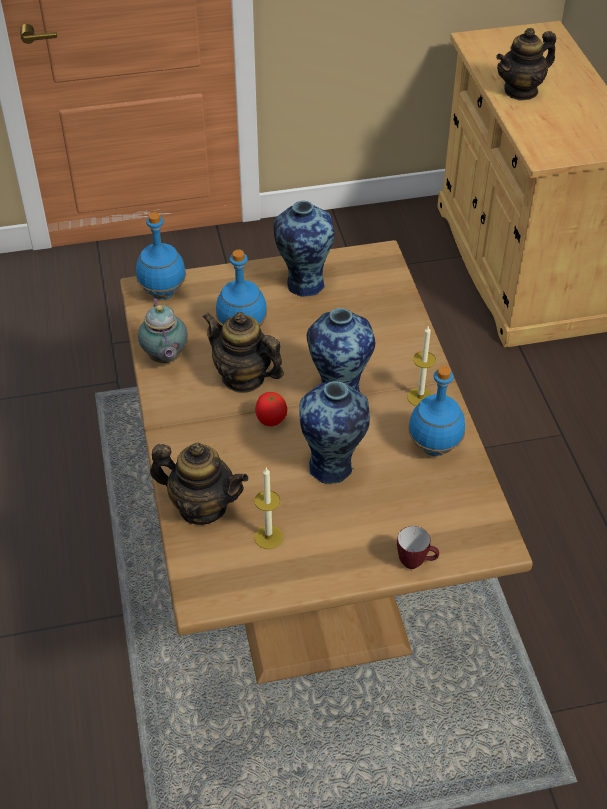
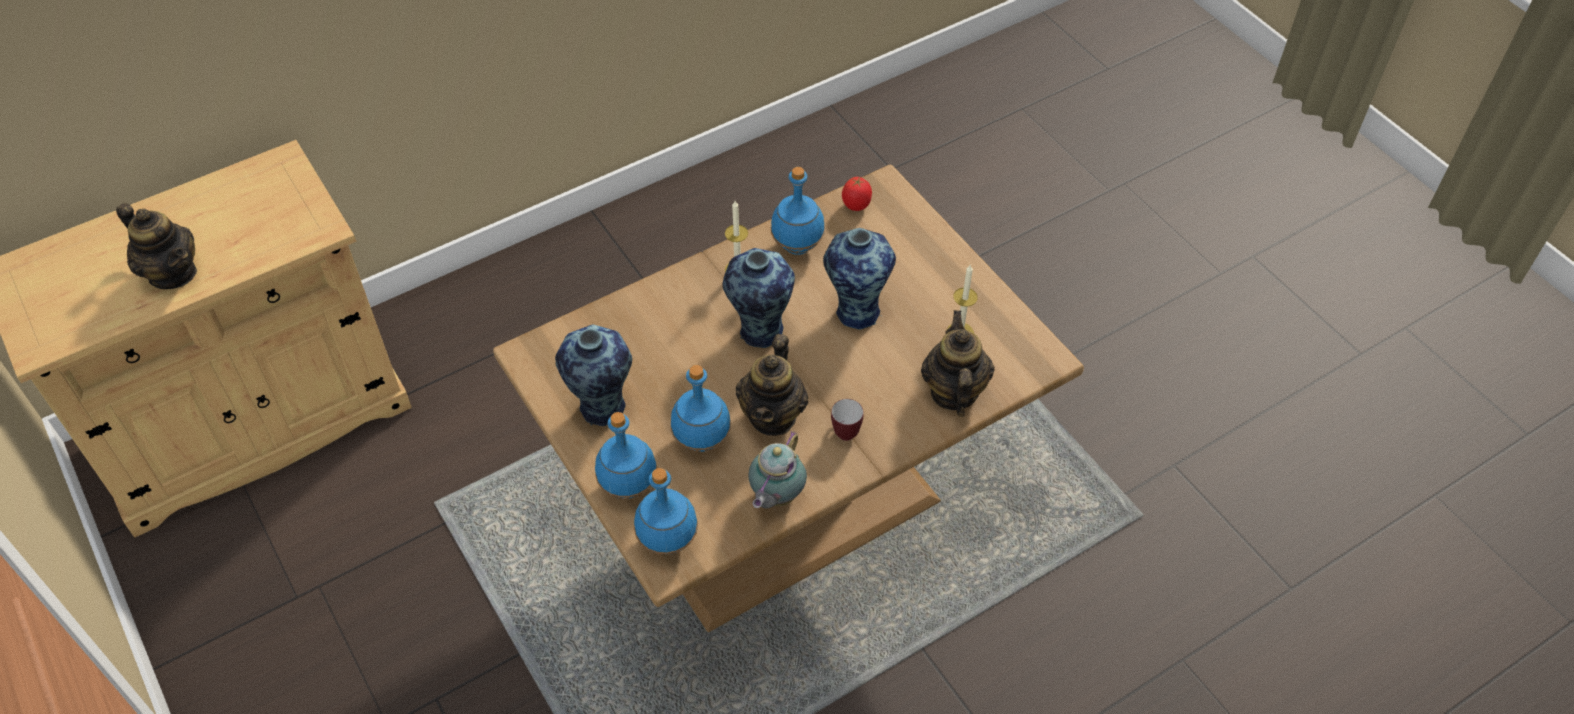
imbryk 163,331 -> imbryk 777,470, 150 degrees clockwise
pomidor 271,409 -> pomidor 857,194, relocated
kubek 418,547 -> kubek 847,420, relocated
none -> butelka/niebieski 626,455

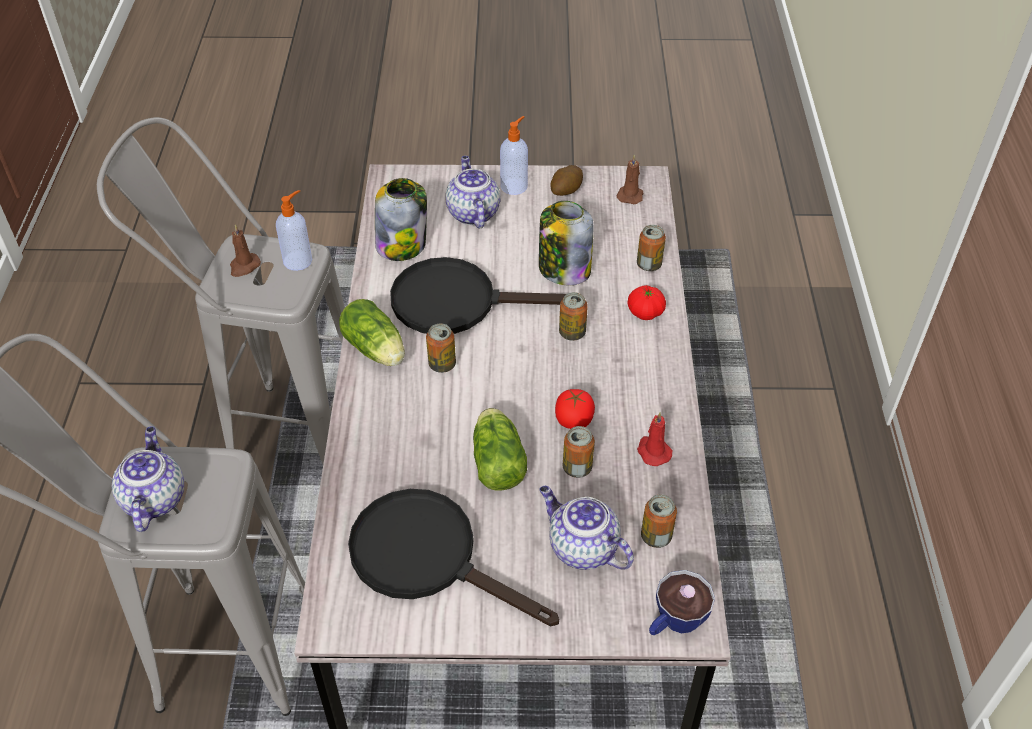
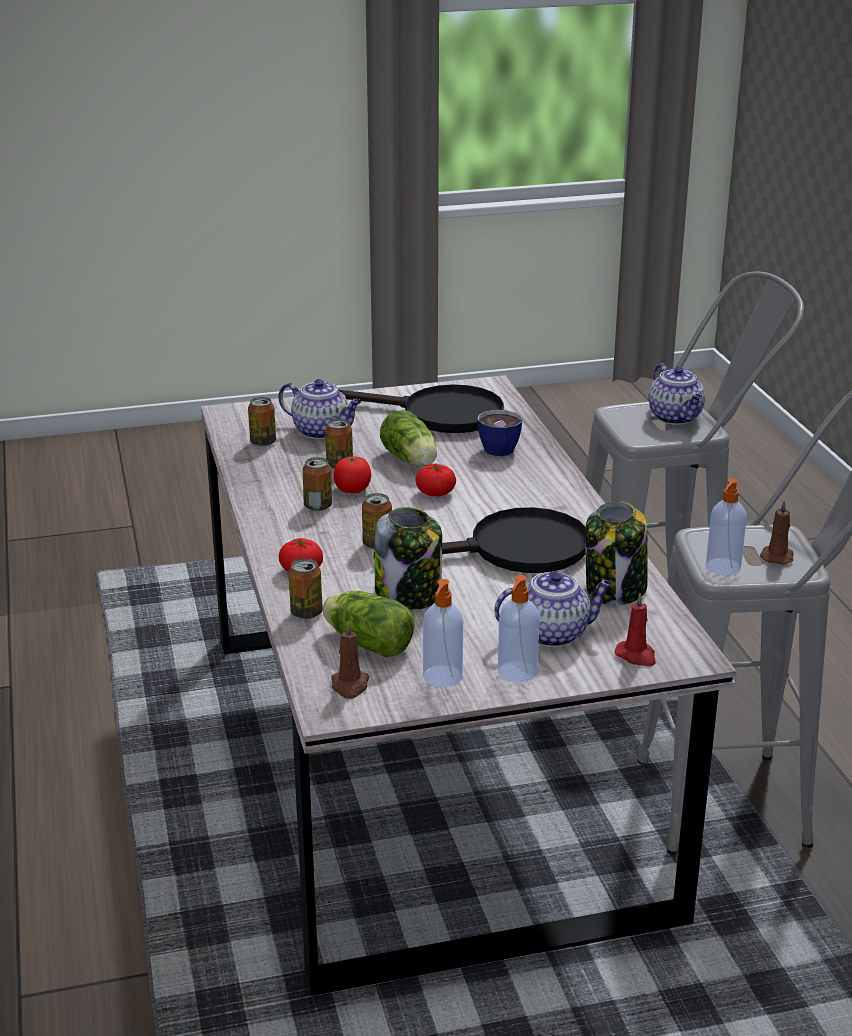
imbryk 473,192 -> imbryk 553,609, 75 degrees counterclockwise
ziemniak 567,180 -> dozownik mydła 443,633
sałata 372,332 -> sałata 368,624, relocated
puszka 441,348 -> puszka 317,484, relocated
świeca/czerwony 655,439 -> świeca/czerwony 635,629, relocated
filiżanka 682,602 -> filiżanka 500,433, relocated
none -> pomidor 435,480

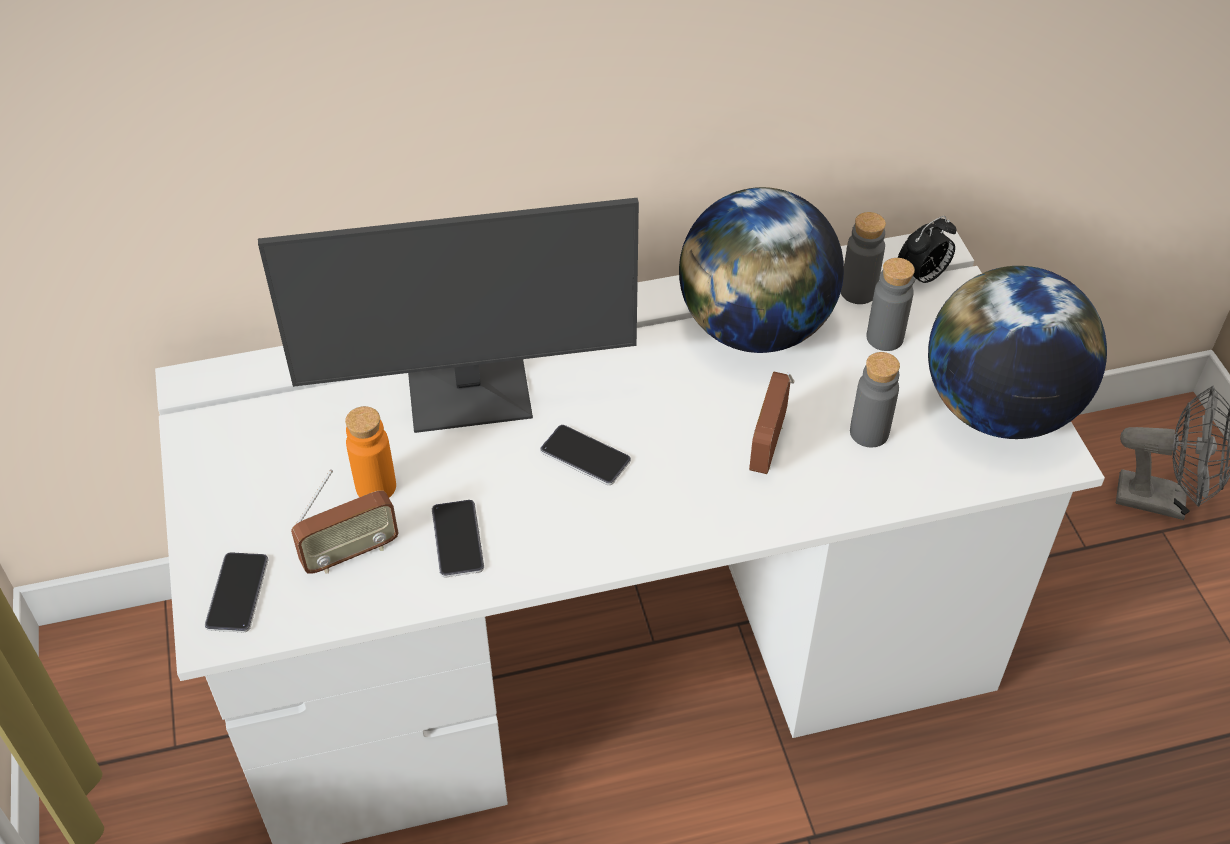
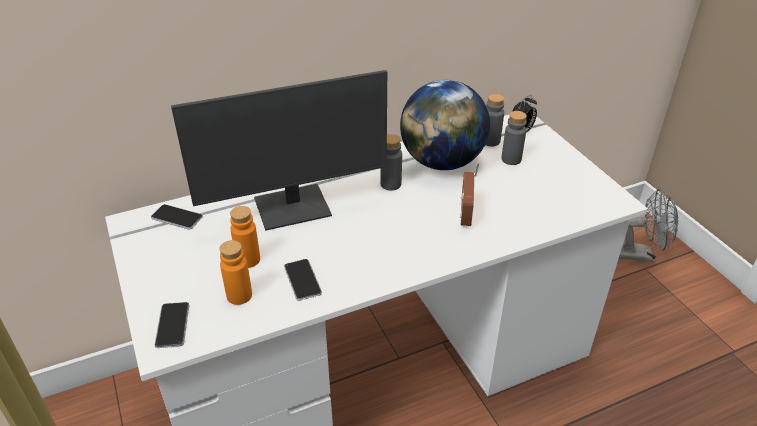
globus 1017,352 -> none
butelka/szary 875,400 -> butelka/szary 391,162, relocated
telefon 585,455 -> telefon 177,217, relocated
radio 344,521 -> butelka/pomarańczowy 236,272

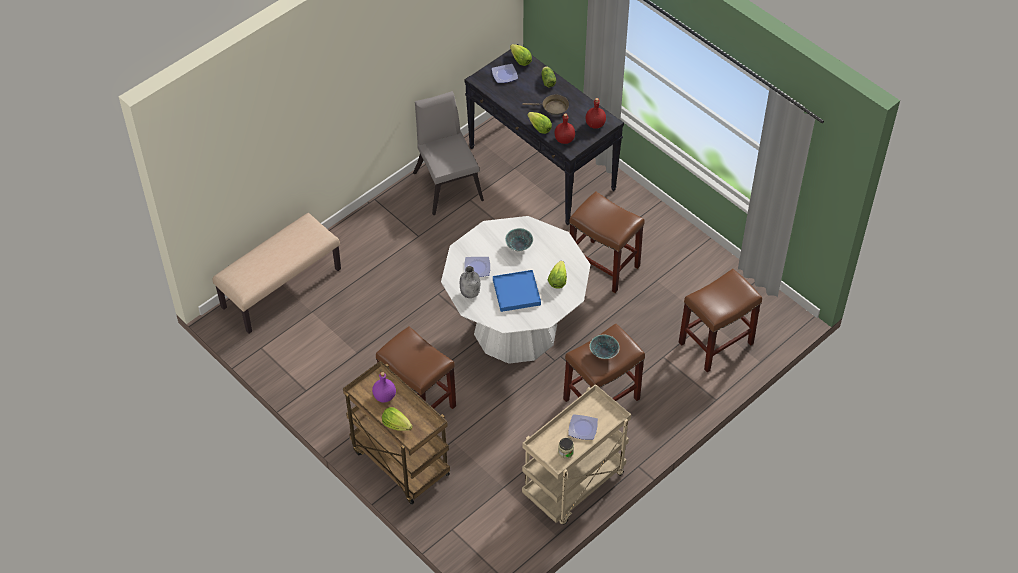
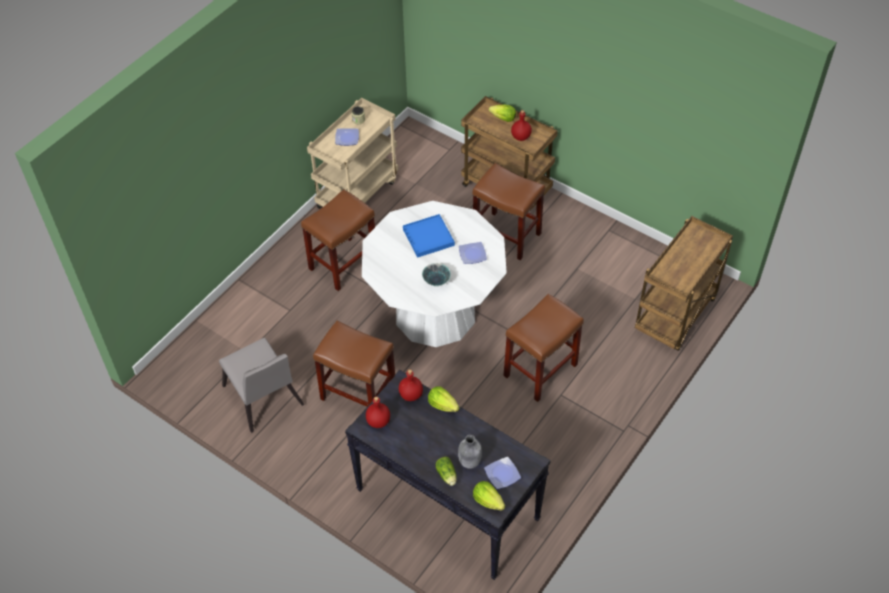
krzesło/szary 448,153 -> krzesło/szary 262,385, relocated
patelnia/brązowy 545,105 -> none
ławka/beżowy 276,273 -> wózek/brązowy 684,283
sałata 557,275 -> none
butelka/szary 470,282 -> butelka/szary 470,452, relocated
stołek/brązowy 720,321 -> stołek/brązowy 543,348, relocated
miska 605,347 -> none
butelka/fioletowy 384,387 -> butelka/czerwony 521,125

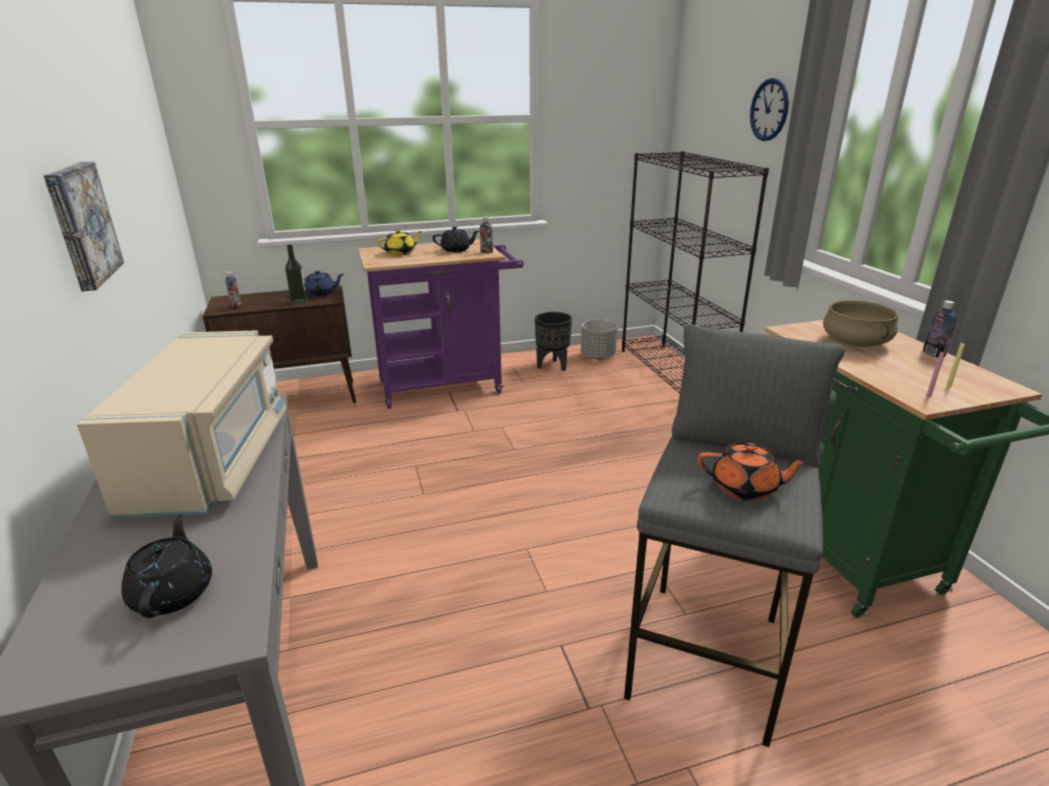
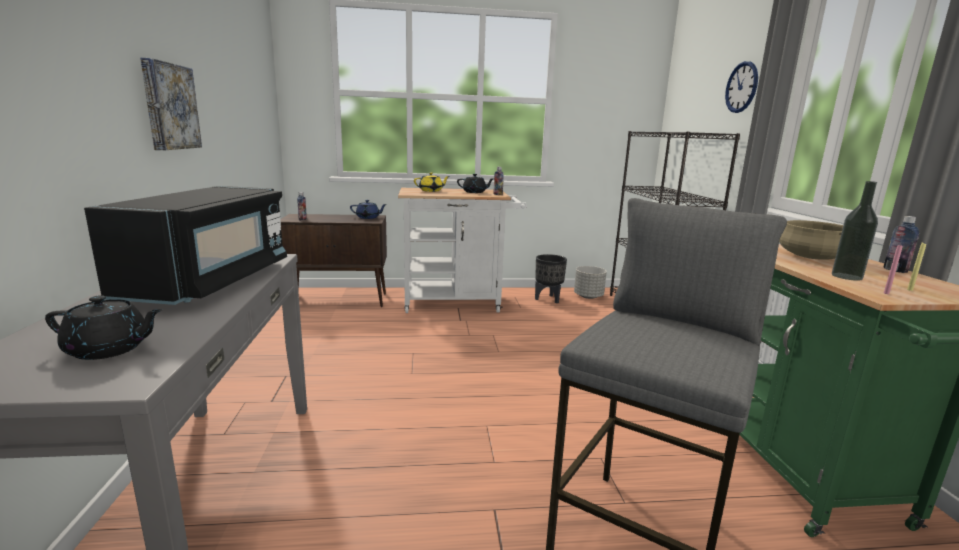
wózek/fioletowy 441,324 -> wózek/biały 462,250
butelka 296,274 -> butelka 855,231, relocated
mikrofalówka/beżowy 181,424 -> mikrofalówka/czarny 185,245
imbryk/pomarańczowy 753,471 -> none
imbryk/czarny 166,566 -> imbryk/czarny 103,327, 90 degrees clockwise

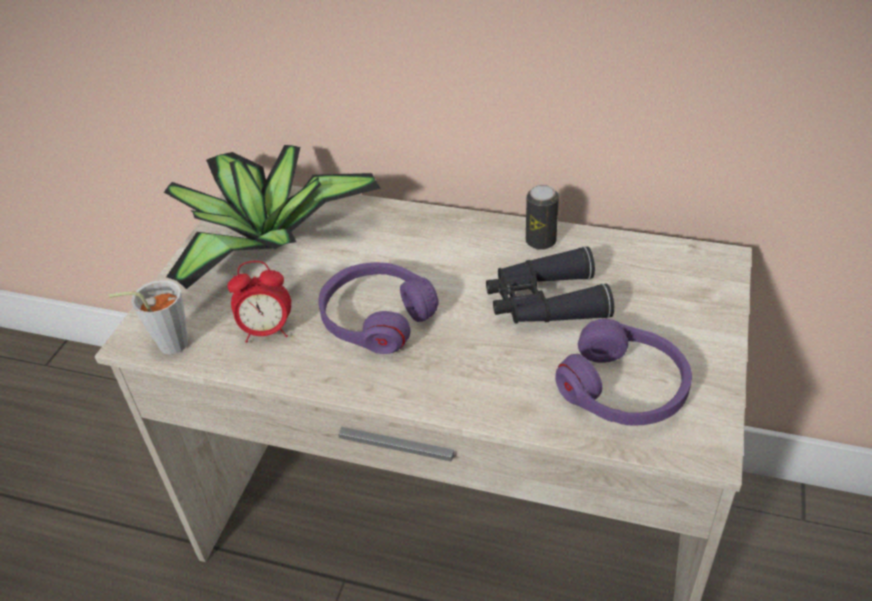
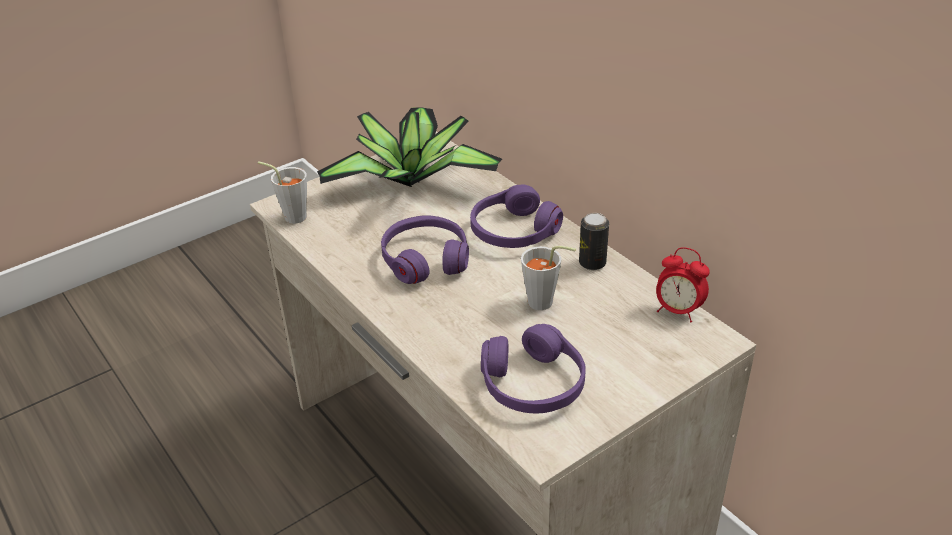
lornetka/czarny 550,285 -> filiżanka/szary 548,278
budzik 259,302 -> budzik 683,284, relocated
none -> słuchawki/fioletowy 516,216

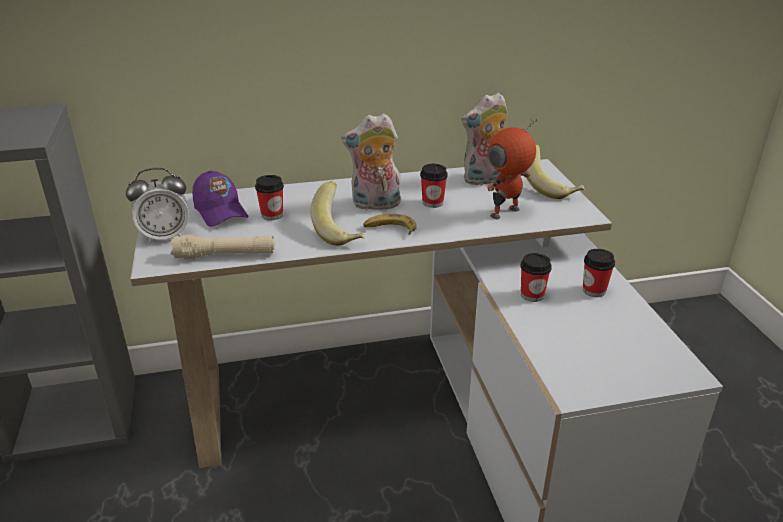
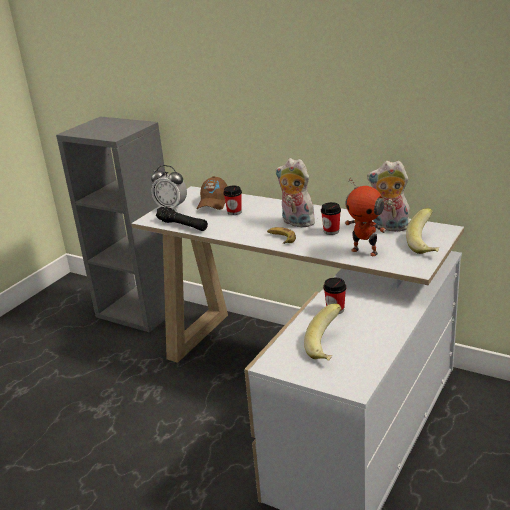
robot zabawkowy 512,168 -> robot zabawkowy 365,216, 150 degrees counterclockwise
czapka z daszkiem/fioletowy 221,198 -> czapka z daszkiem/brązowy 212,193
banan 338,213 -> banan 323,332, relocated
latarka/beżowy 222,247 -> latarka/czarny 182,219
filiżanka 599,273 -> none

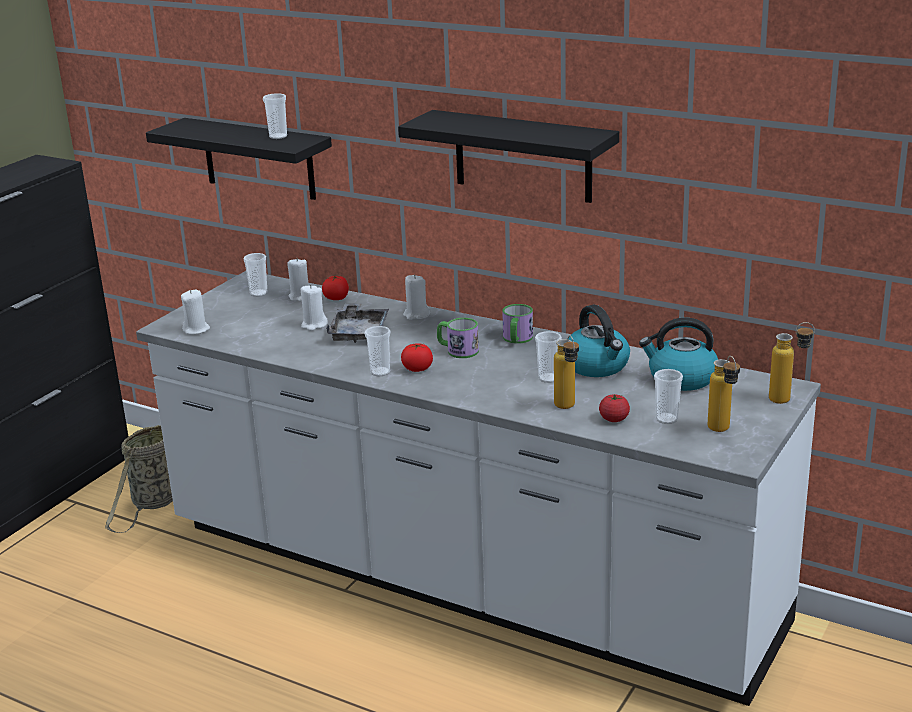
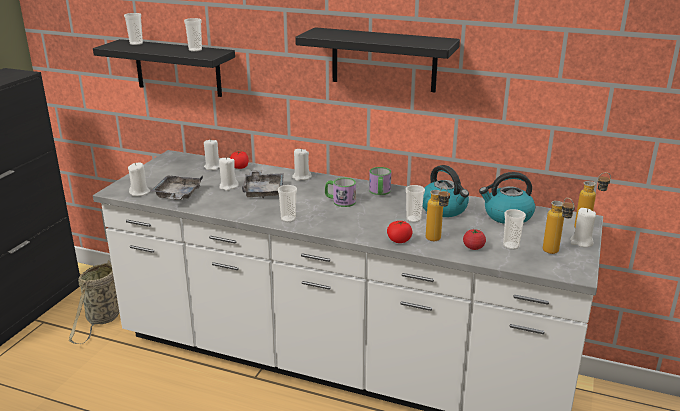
filiżanka 255,275 -> filiżanka 133,29, relocated
pomidor 417,357 -> pomidor 399,232, relocated
none -> taca/szary 177,187
none -> świeca/biały 583,227

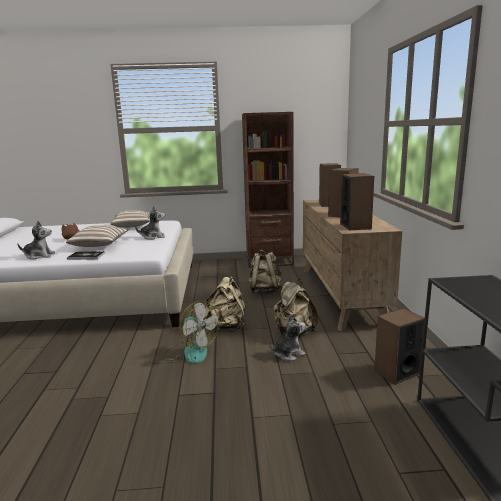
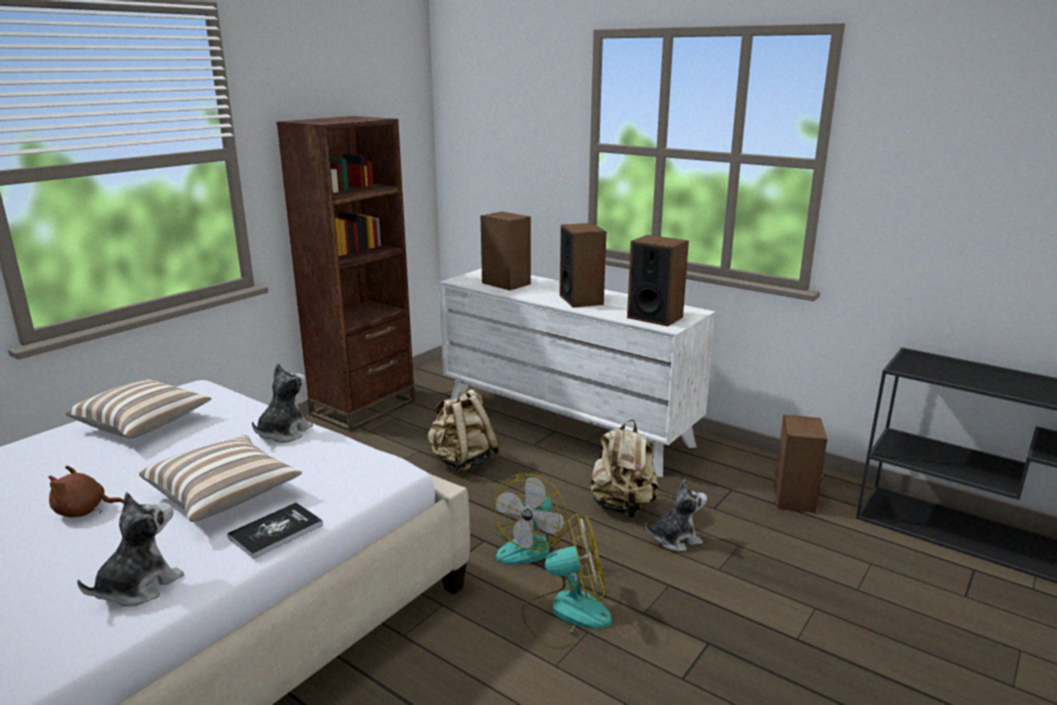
komoda/brązowy 352,265 -> komoda/biały 577,372
plecak/beżowy 225,303 -> wentylator 530,519
pluszak 287,338 -> pluszak 676,515, 60 degrees clockwise

